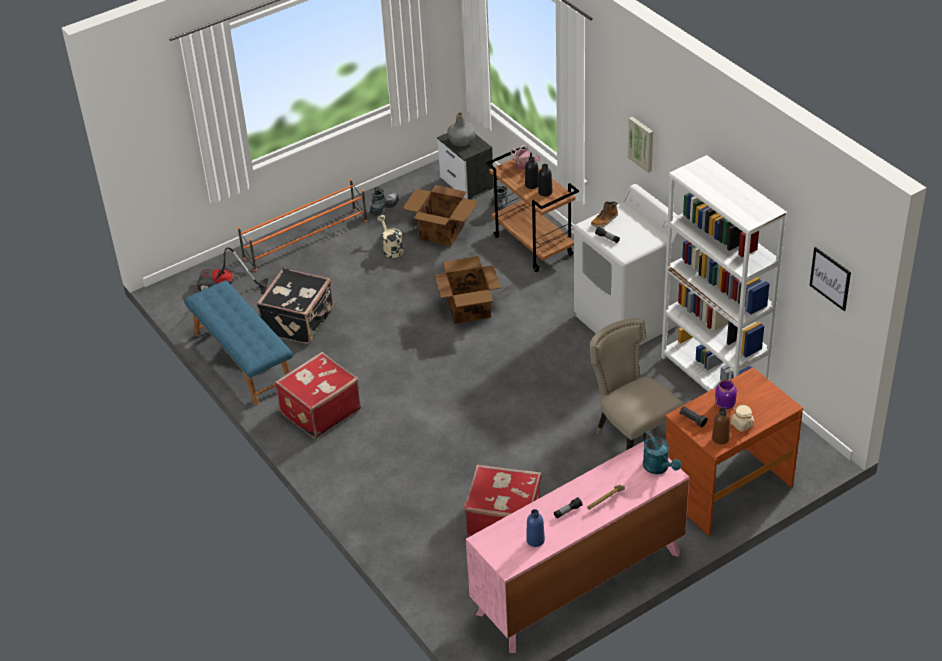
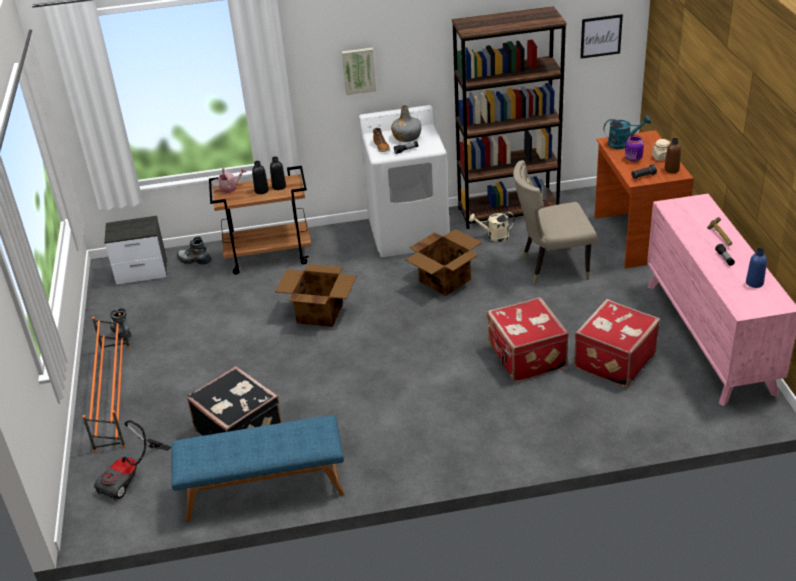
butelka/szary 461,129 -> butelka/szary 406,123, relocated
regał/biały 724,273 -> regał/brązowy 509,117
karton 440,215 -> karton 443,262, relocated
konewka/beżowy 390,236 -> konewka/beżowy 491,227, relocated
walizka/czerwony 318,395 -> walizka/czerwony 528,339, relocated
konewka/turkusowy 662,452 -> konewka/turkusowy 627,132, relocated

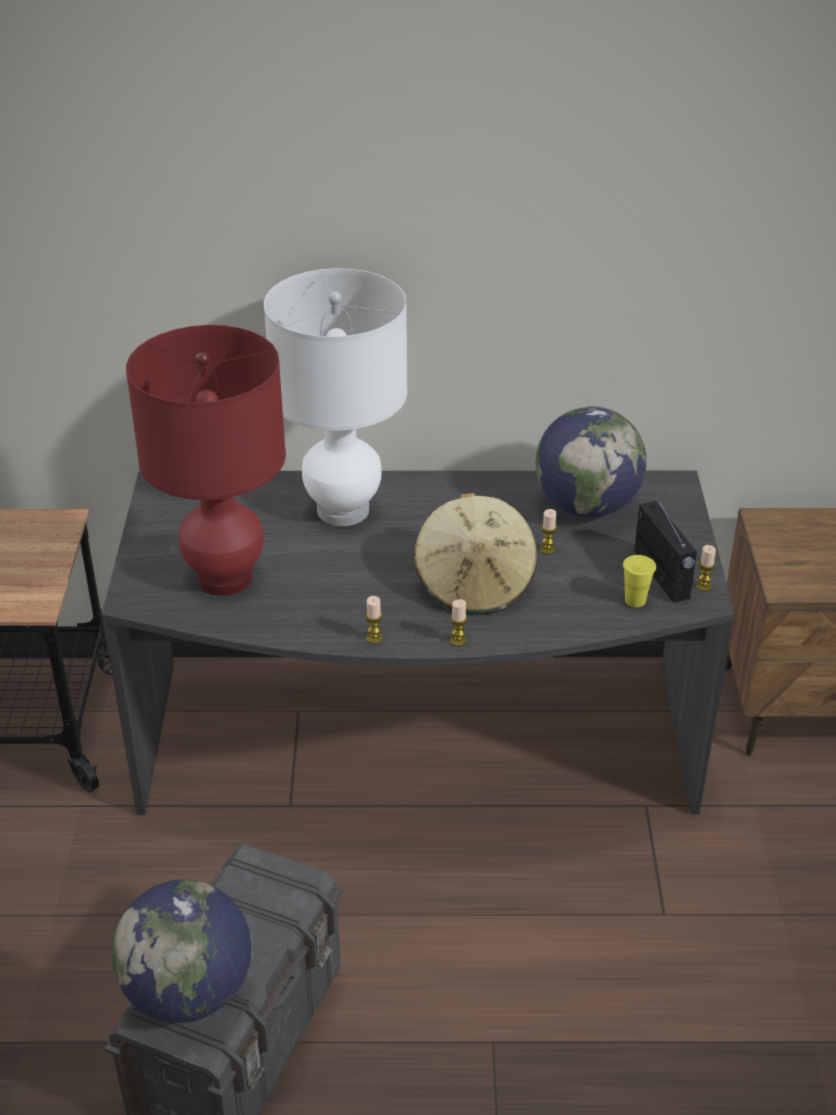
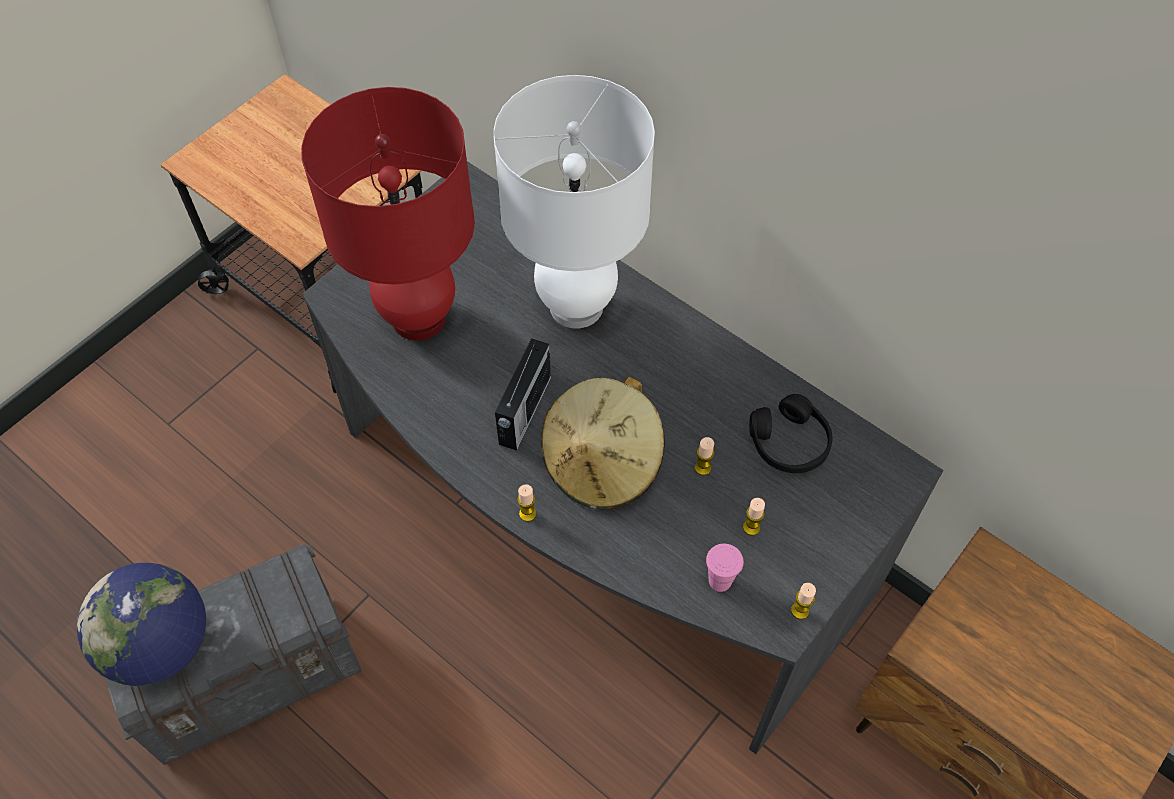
globus 591,461 -> słuchawki/czarny 790,433
radio 665,549 -> radio 523,394, relocated
filiżanka/żółty 639,581 -> filiżanka/różowy 725,568
świeca 374,620 -> świeca 754,517, relocated

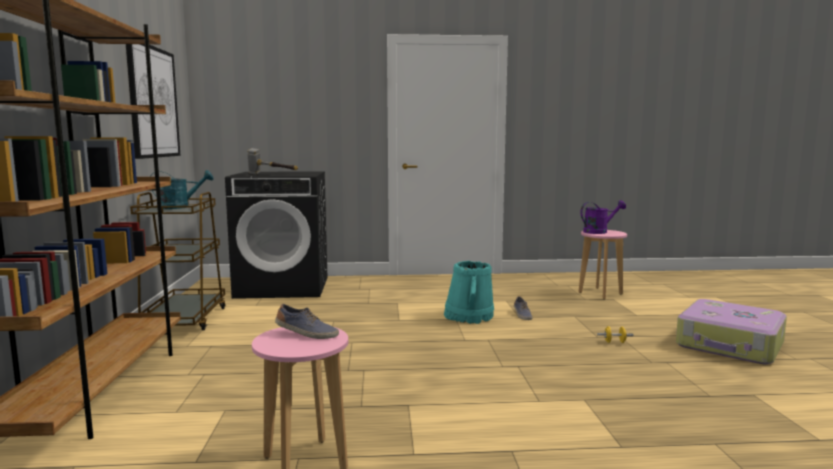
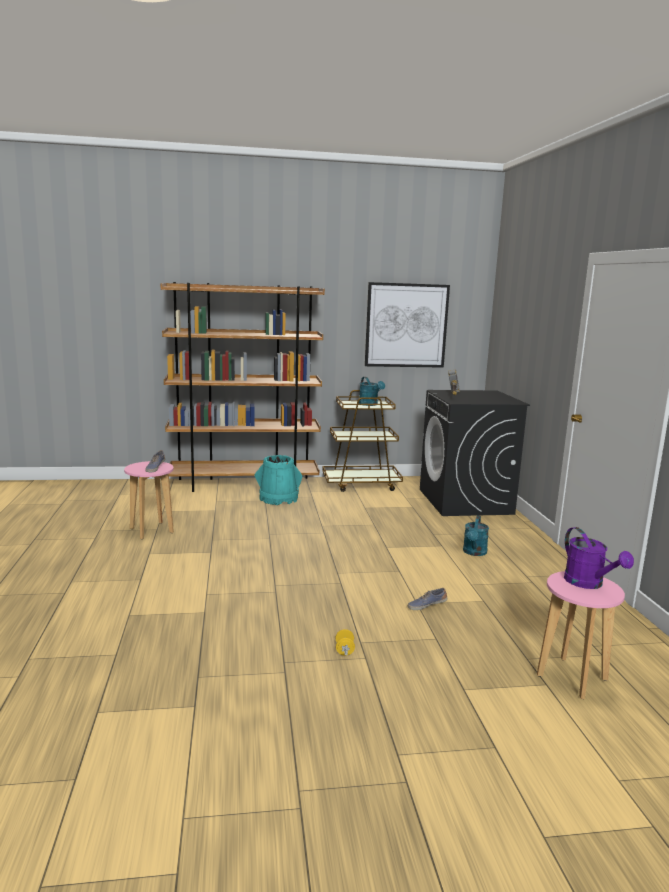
wiadro/turkusowy 469,292 -> wiadro/turkusowy 278,480, relocated
walizka 731,331 -> none
none -> konewka/turkusowy 476,535

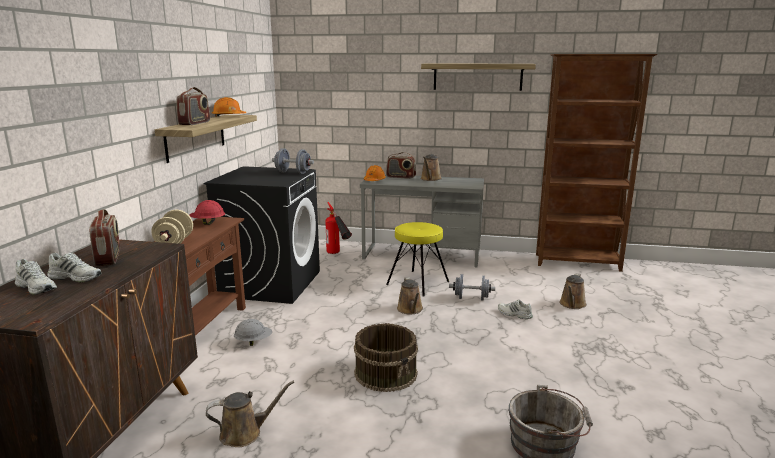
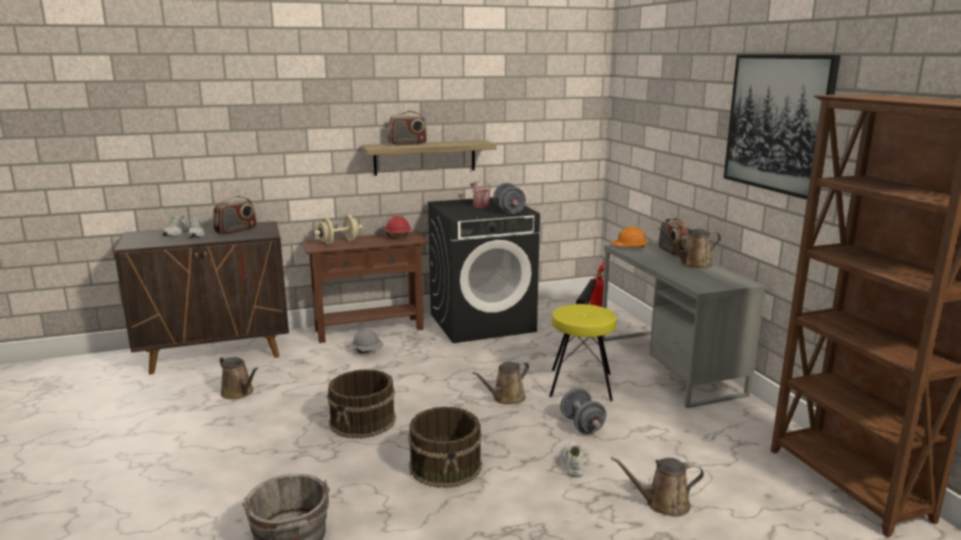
półka 478,77 -> obraz 782,127
kask/pomarańczowy 229,107 -> none
none -> konewka 480,194
none -> wiadro/brązowy 445,447

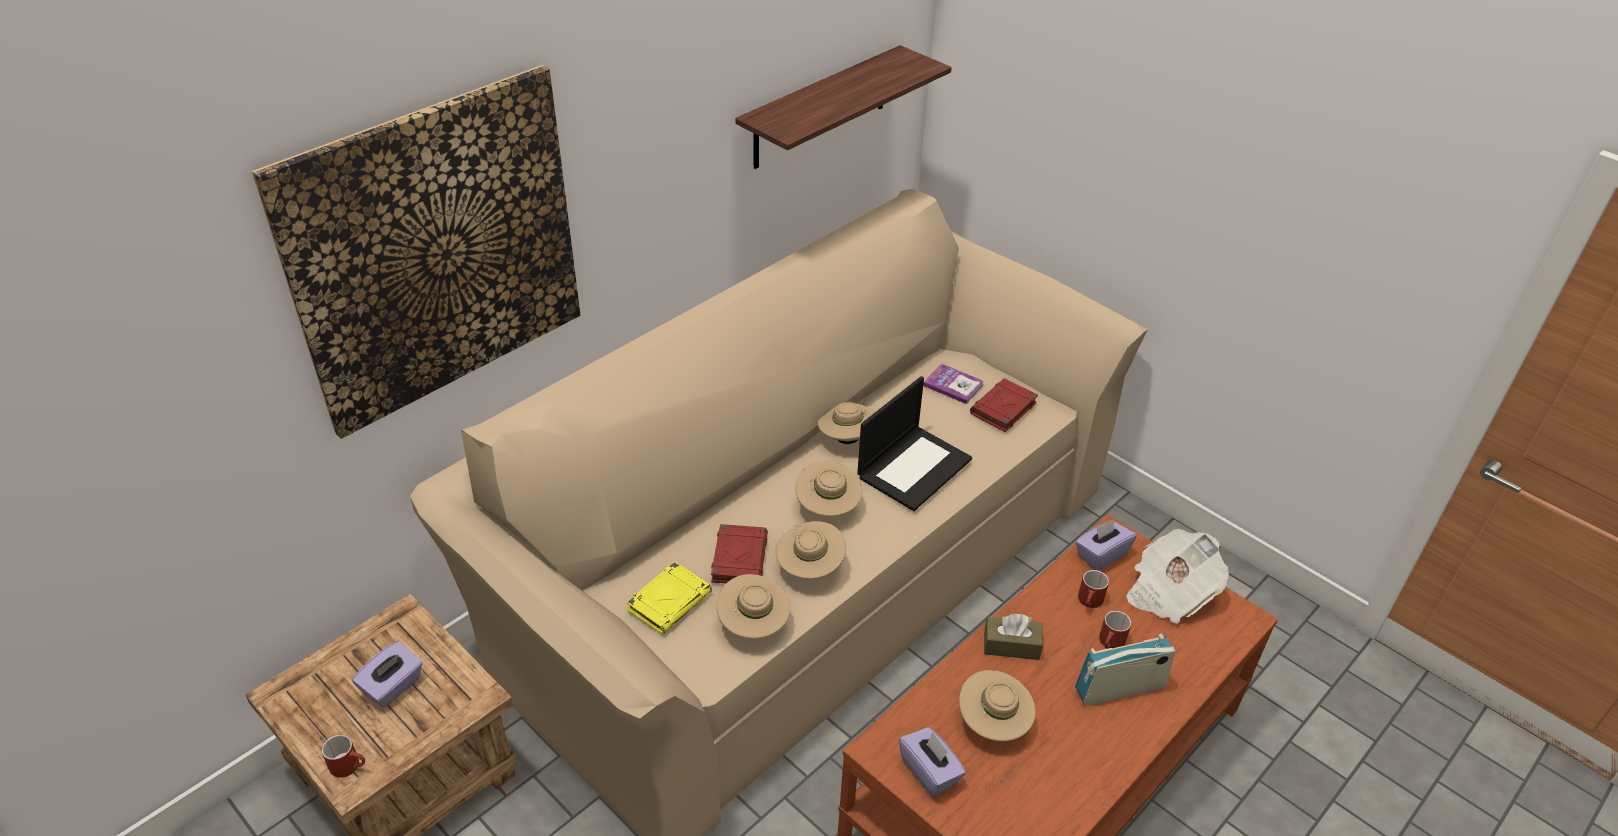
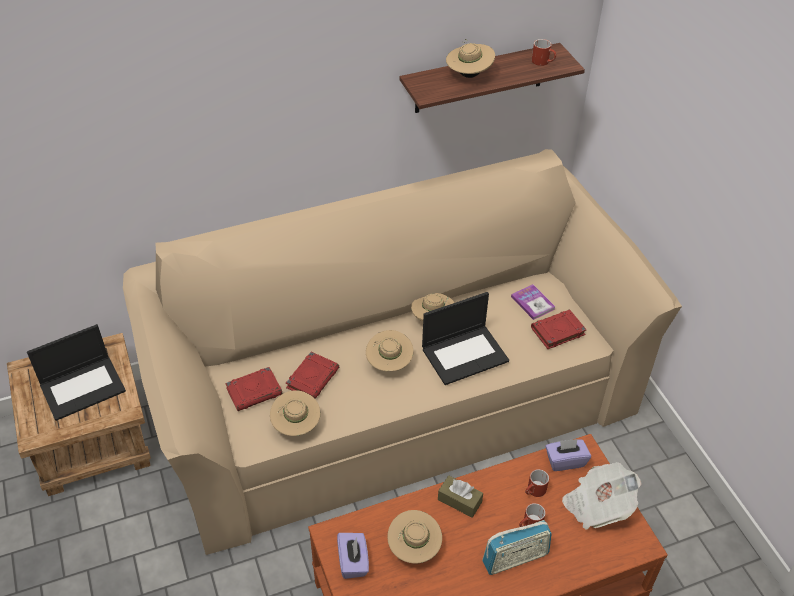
obraz 416,252 -> none
kapelusz/beżowy 811,550 -> kapelusz/beżowy 470,58, relocated
książka/żółty 669,598 -> książka/czerwony 254,389
radio 1125,670 -> radio 517,547, 150 degrees clockwise
pudełko chusteczek/fioletowy 387,674 -> laptop 76,372
kubek/czerwony 343,756 -> kubek/czerwony 544,52, relocated

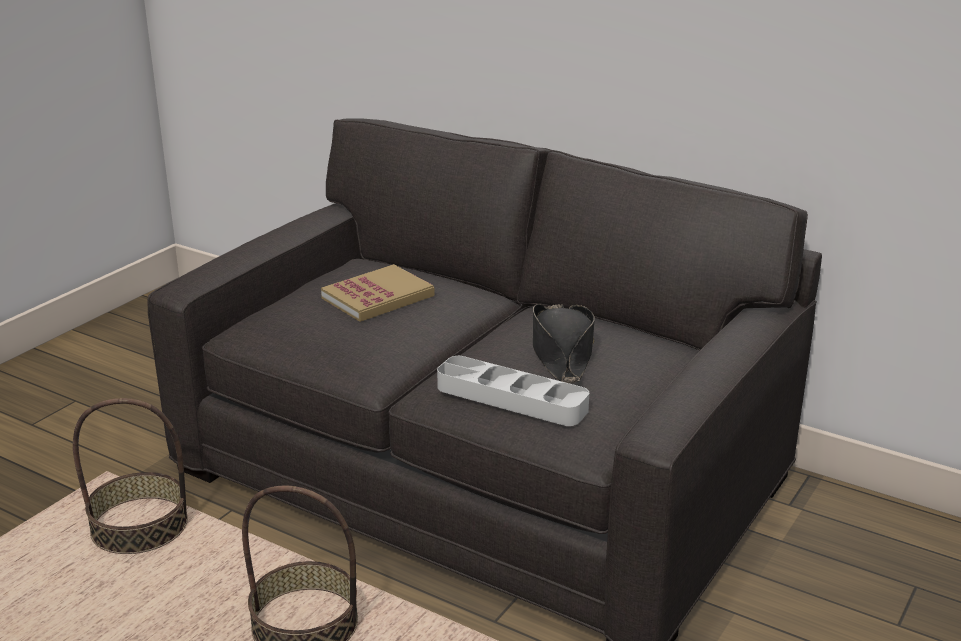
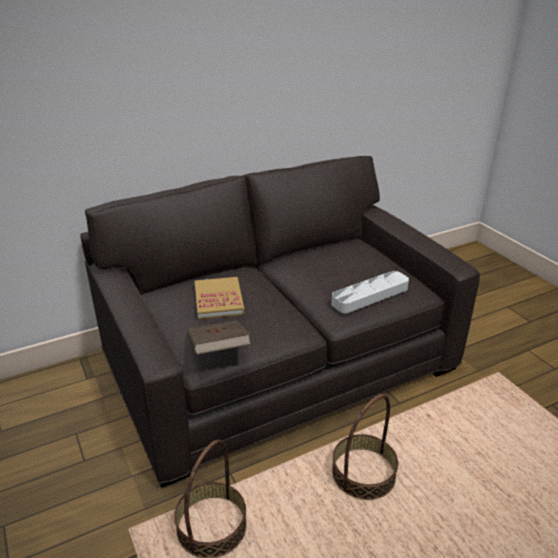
kapelusz/czarny 564,344 -> none
none -> książka/brązowy 219,338

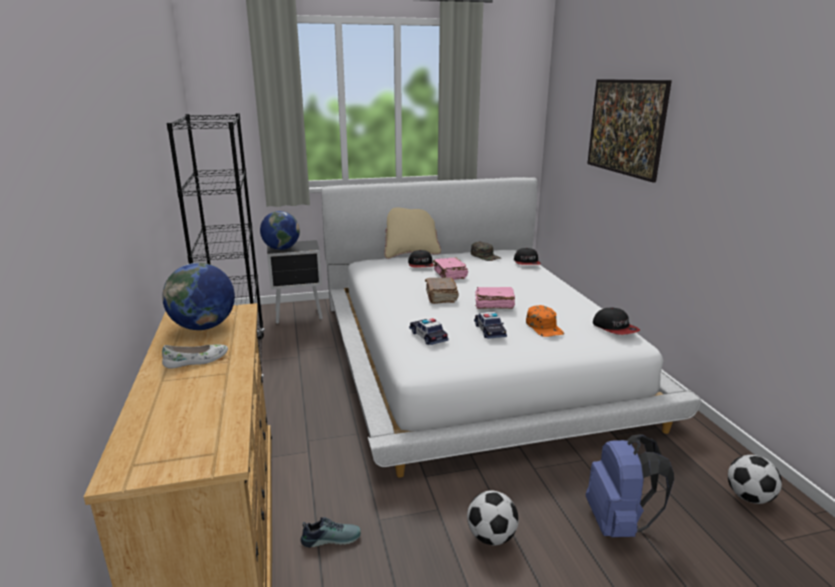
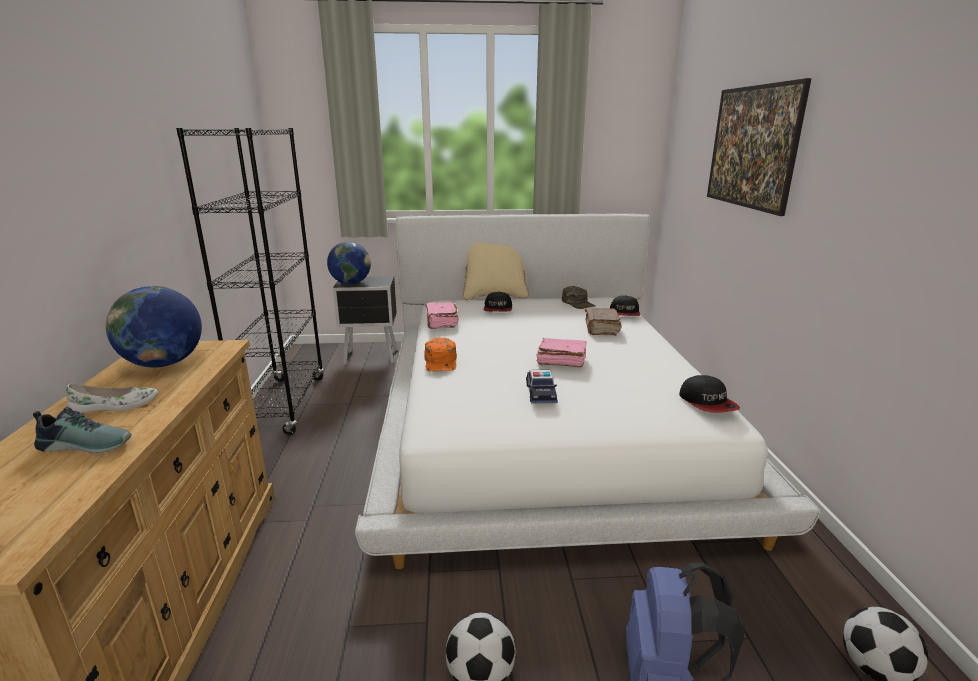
książka/różowy 450,268 -> książka/różowy 442,315, relocated
książka/brązowy 442,290 -> książka/brązowy 603,321, relocated
czapka z daszkiem/pomarańczowy 545,321 -> czapka z daszkiem/pomarańczowy 440,354, relocated
samochodzik 429,331 -> none
but 331,532 -> but 82,430, relocated

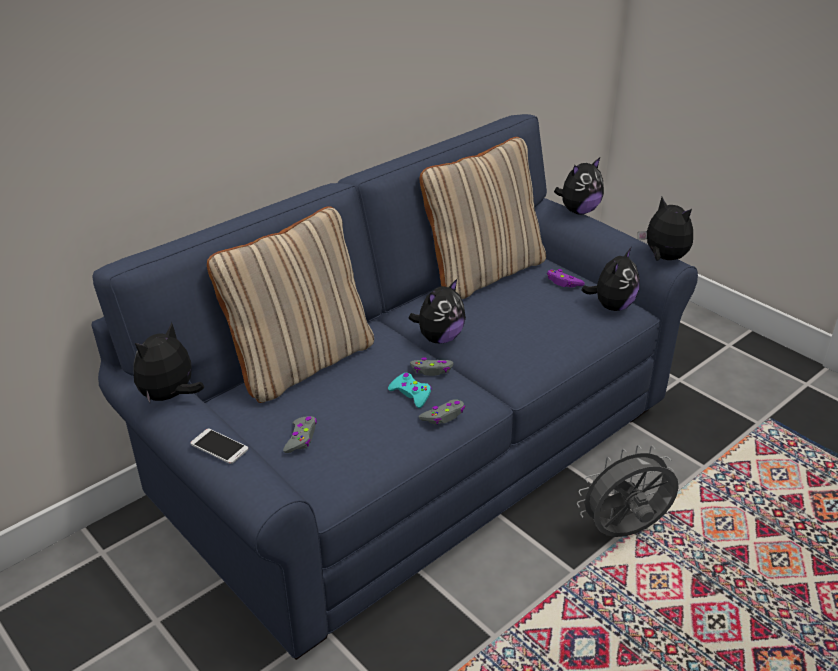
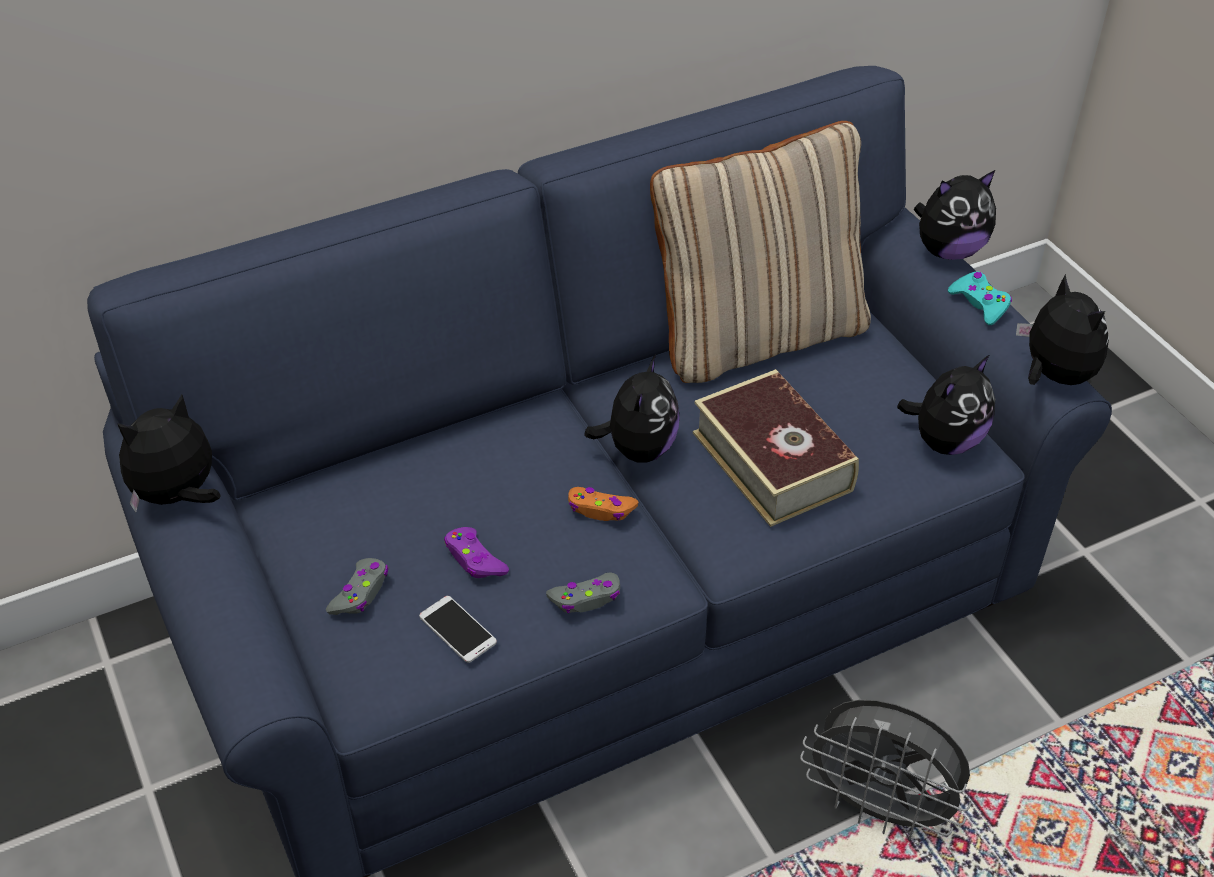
poduszka/beżowy 290,304 -> none
pad do gier/fioletowy 566,278 -> pad do gier/fioletowy 476,552, relocated
pluszak 437,311 -> pluszak 632,408, 45 degrees counterclockwise
pad do gier/szary 432,366 -> pad do gier/pomarańczowy 603,504
pad do gier/turkusowy 410,390 -> pad do gier/turkusowy 980,298, relocated
telefon 219,446 -> telefon 458,629, relocated
wentylator/szary 628,491 -> wentylator/szary 886,770, 150 degrees counterclockwise
none -> książka 776,448

